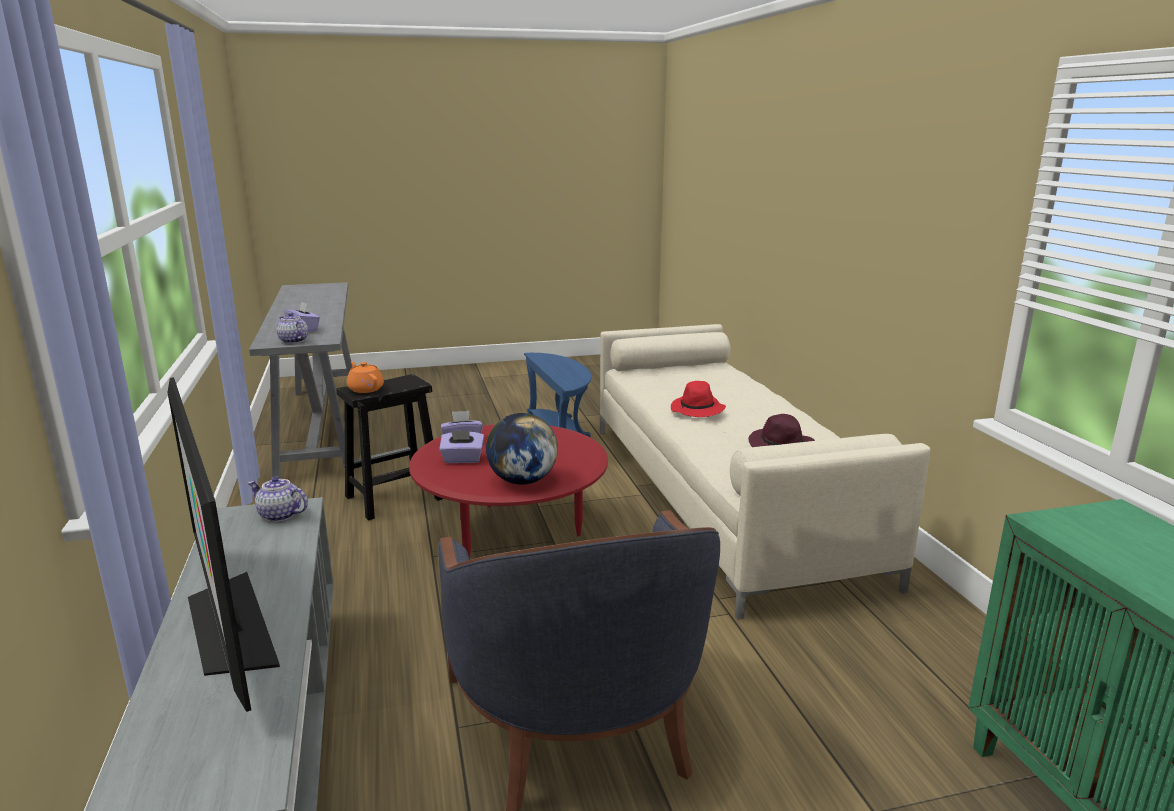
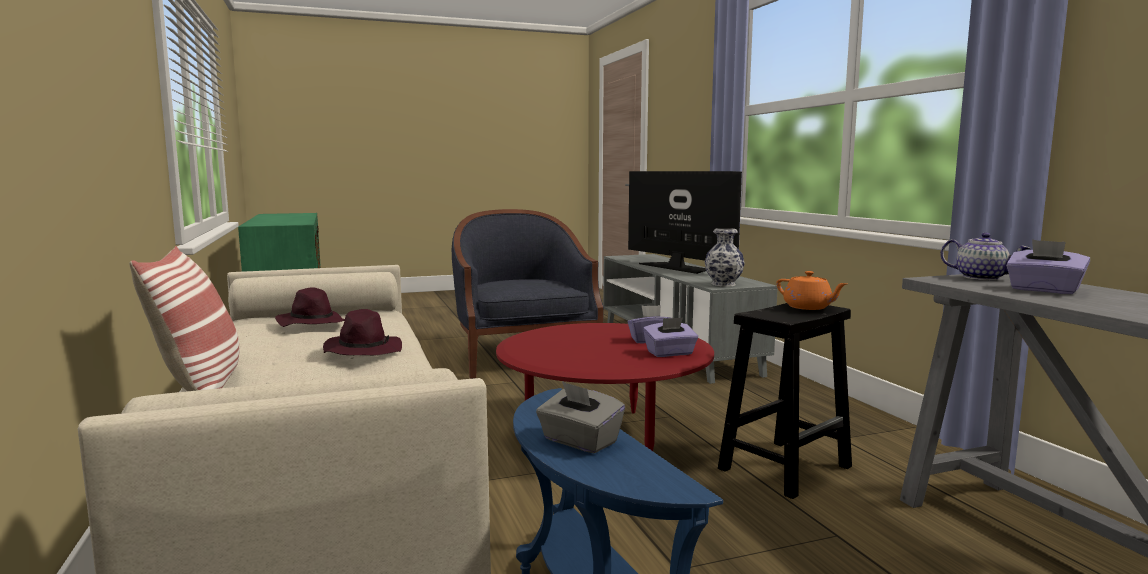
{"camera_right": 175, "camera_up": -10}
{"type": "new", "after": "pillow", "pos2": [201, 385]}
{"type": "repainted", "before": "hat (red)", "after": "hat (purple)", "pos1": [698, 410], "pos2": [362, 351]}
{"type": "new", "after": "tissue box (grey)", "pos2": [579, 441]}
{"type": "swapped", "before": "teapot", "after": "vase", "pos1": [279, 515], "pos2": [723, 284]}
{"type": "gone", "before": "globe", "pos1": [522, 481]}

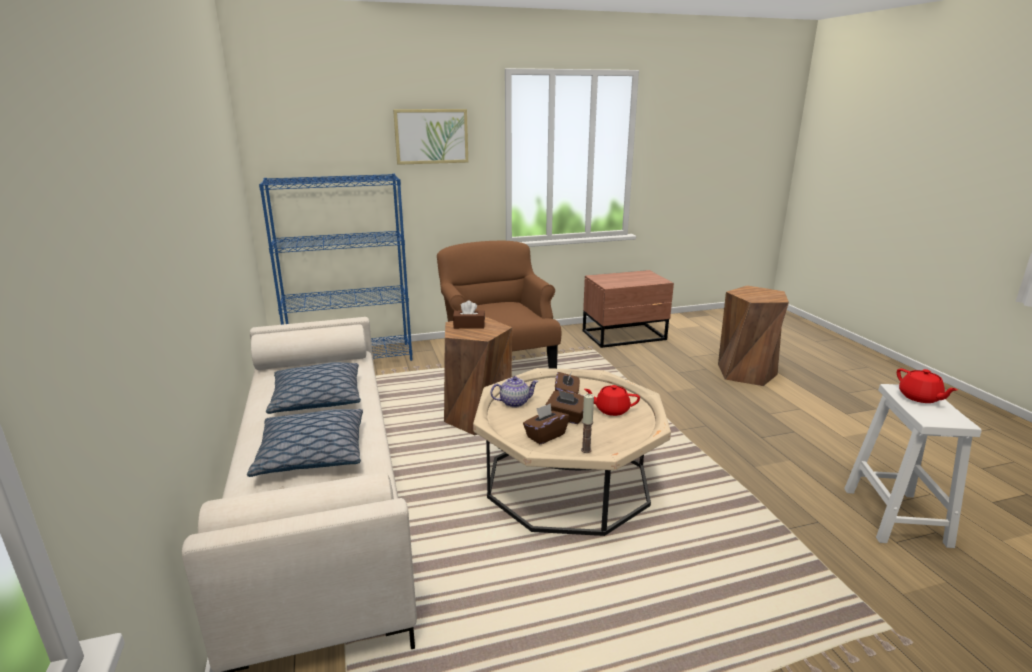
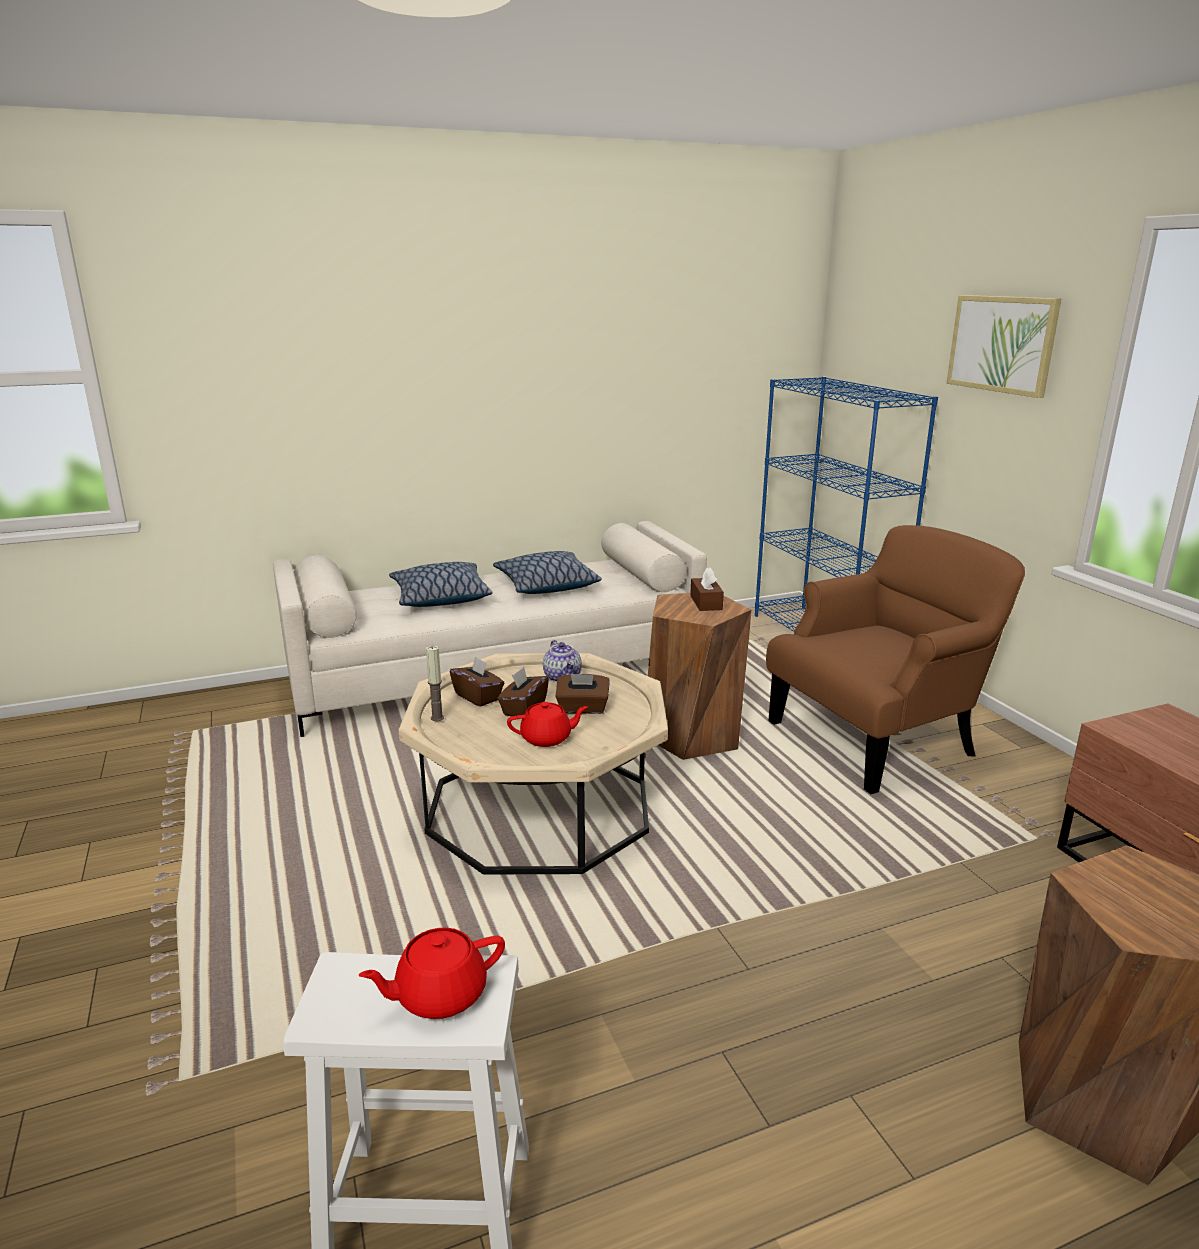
{"camera_right": 85, "camera_up": 0}
{"type": "rotated", "before": "teapot (red)", "pos1": [611, 410], "pos2": [547, 738], "turn": 75}

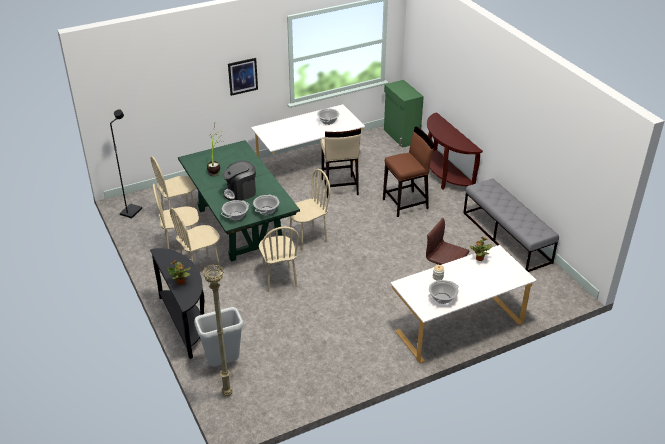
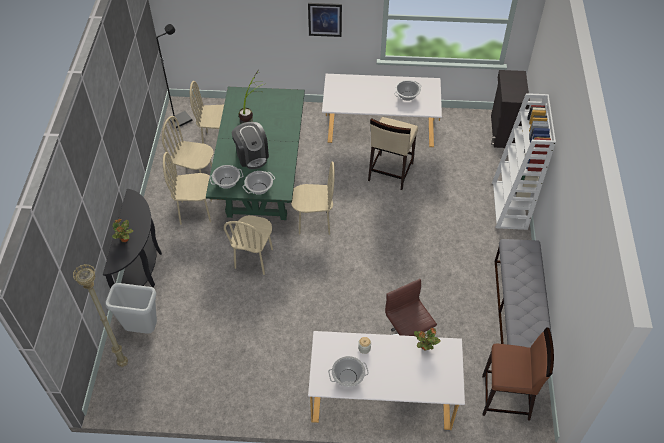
{"camera_right": 30, "camera_up": 15}
{"type": "rotated", "before": "coffee machine", "pos1": [240, 193], "pos2": [252, 155], "turn": -120}
{"type": "shifted", "before": "stool (brown)", "pos1": [406, 204], "pos2": [506, 398]}
{"type": "repainted", "before": "cabinet (green)", "after": "cabinet (black)", "pos1": [401, 136], "pos2": [503, 132]}
{"type": "swapped", "before": "console table (brown)", "after": "bookcase (white)", "pos1": [444, 177], "pos2": [510, 206]}

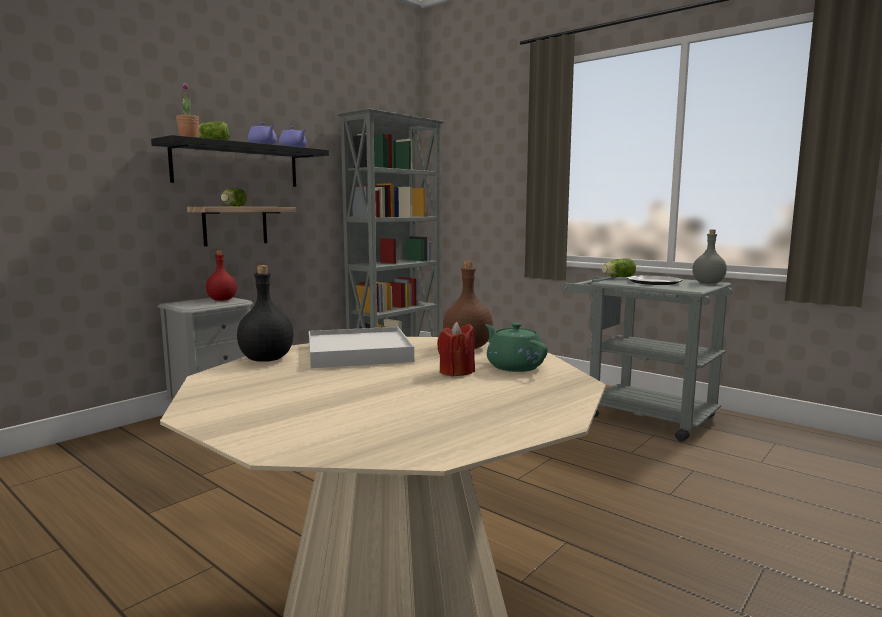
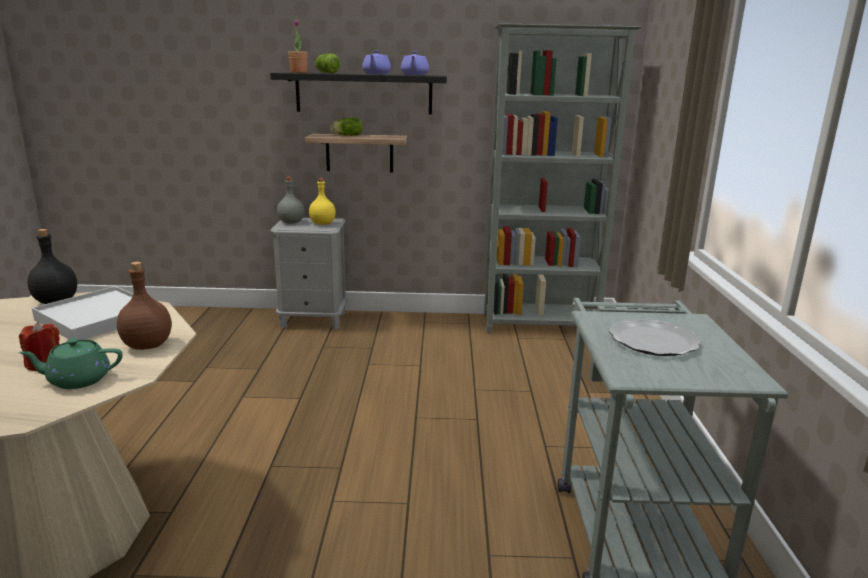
{"camera_right": 50, "camera_up": 10}
{"type": "rotated", "before": "teapot (green)", "pos1": [514, 366], "pos2": [77, 380], "turn": -120}
{"type": "shifted", "before": "bottle (grey)", "pos1": [708, 283], "pos2": [290, 222]}
{"type": "repainted", "before": "bottle (red)", "after": "bottle (yellow)", "pos1": [222, 300], "pos2": [322, 223]}
{"type": "gone", "before": "lettuce", "pos1": [617, 277]}

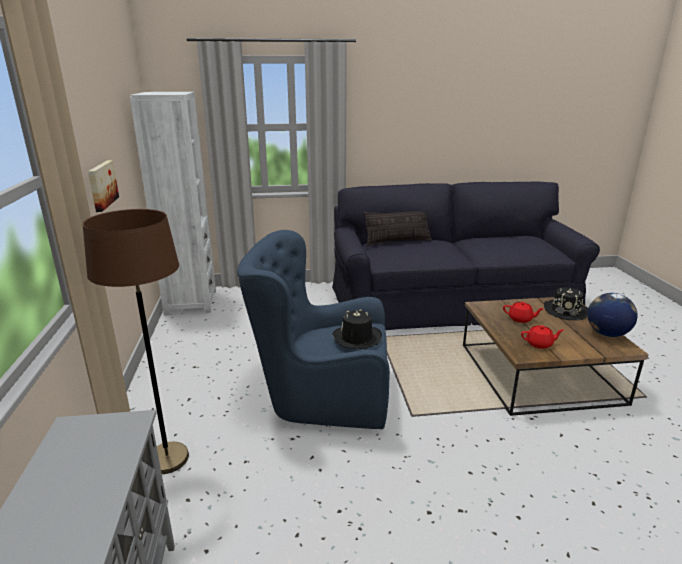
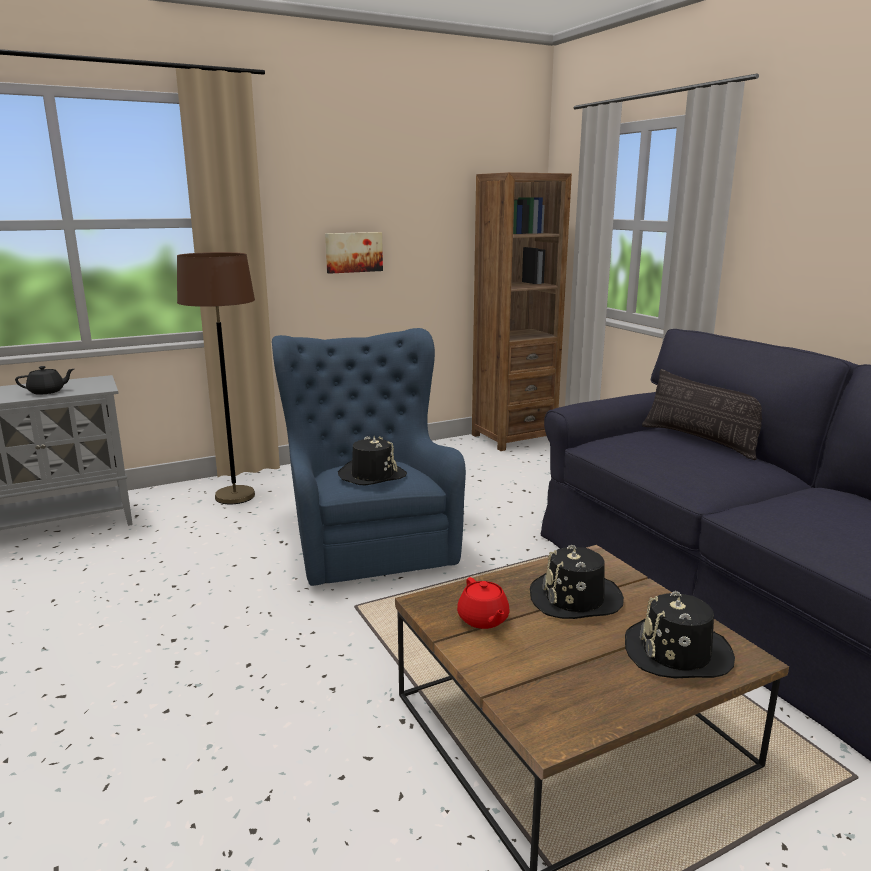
{"camera_right": 70, "camera_up": -5}
{"type": "new", "after": "teapot (black)", "pos2": [47, 391]}
{"type": "repainted", "before": "bookcase (white)", "after": "bookcase (brown)", "pos1": [191, 302], "pos2": [513, 438]}
{"type": "swapped", "before": "teapot (red)", "after": "hat (black)", "pos1": [521, 319], "pos2": [575, 599]}
{"type": "gone", "before": "globe", "pos1": [607, 334]}

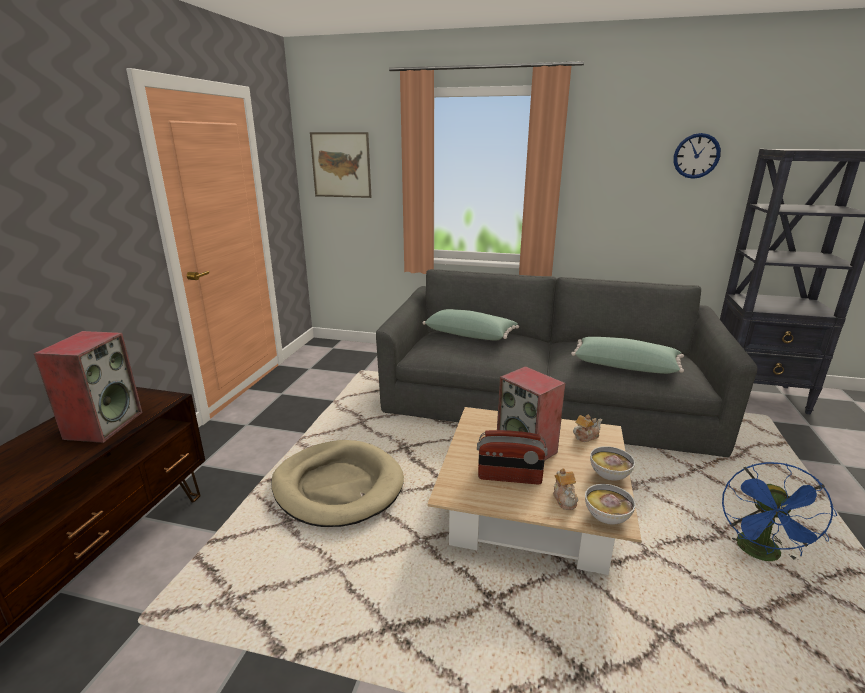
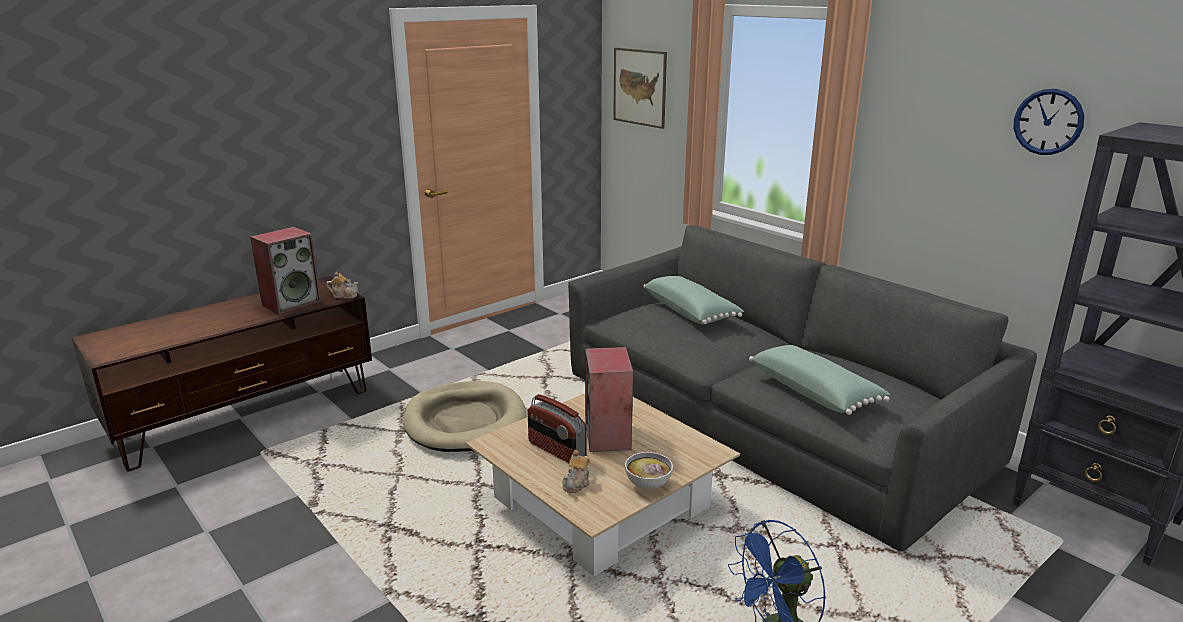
{"camera_right": 35, "camera_up": 0}
{"type": "shifted", "before": "teapot", "pos1": [585, 436], "pos2": [344, 295]}
{"type": "gone", "before": "bowl", "pos1": [606, 518]}

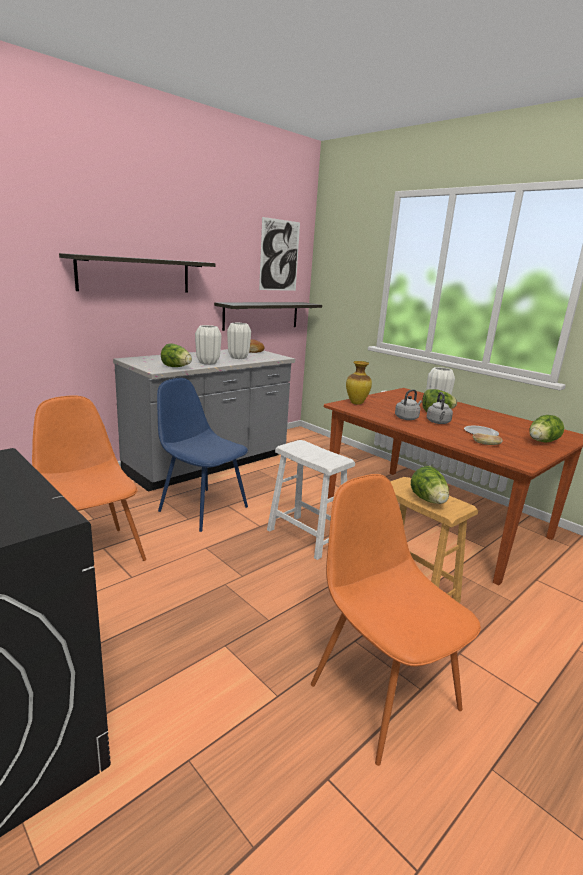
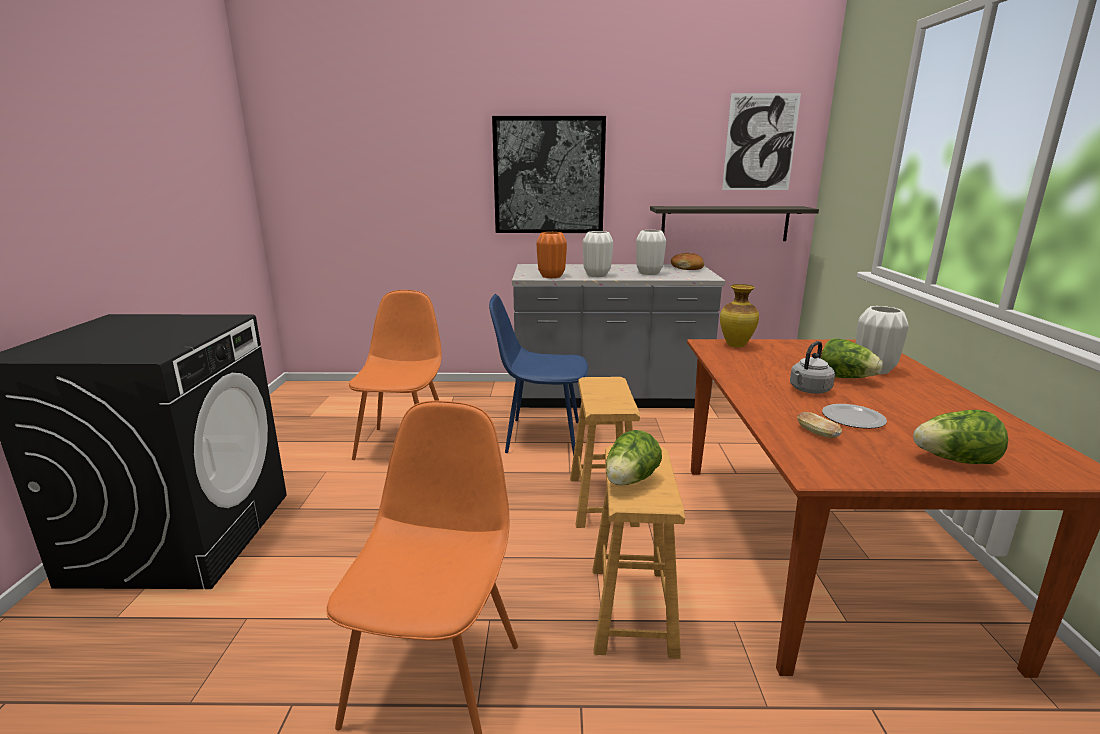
{"camera_right": 45, "camera_up": 0}
{"type": "rotated", "before": "chair (blue)", "pos1": [202, 508], "pos2": [540, 436], "turn": -75}
{"type": "swapped", "before": "shelf", "after": "picture", "pos1": [135, 275], "pos2": [549, 176]}
{"type": "swapped", "before": "lettuce", "after": "vase (orange)", "pos1": [176, 367], "pos2": [551, 276]}
{"type": "repainted", "before": "stool (white)", "after": "stool (brown)", "pos1": [306, 536], "pos2": [602, 501]}
{"type": "gone", "before": "kettle (grey)", "pos1": [407, 418]}

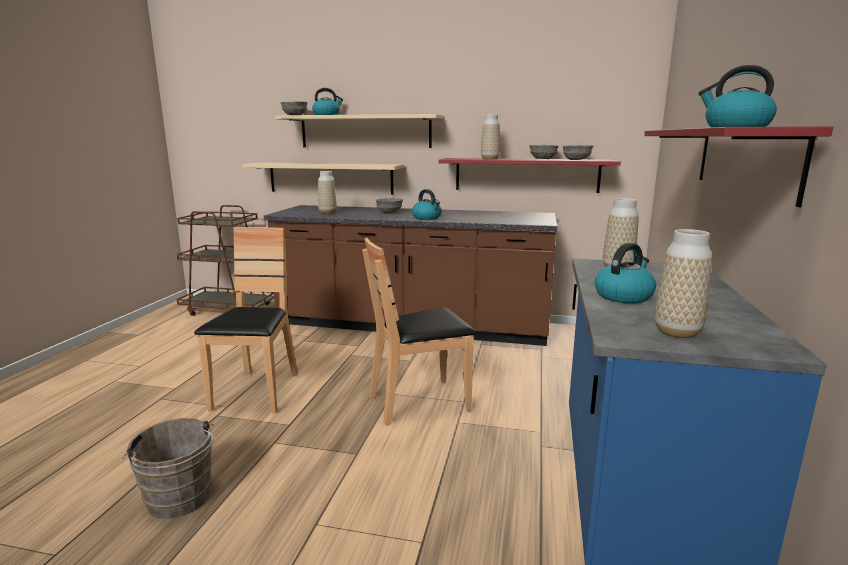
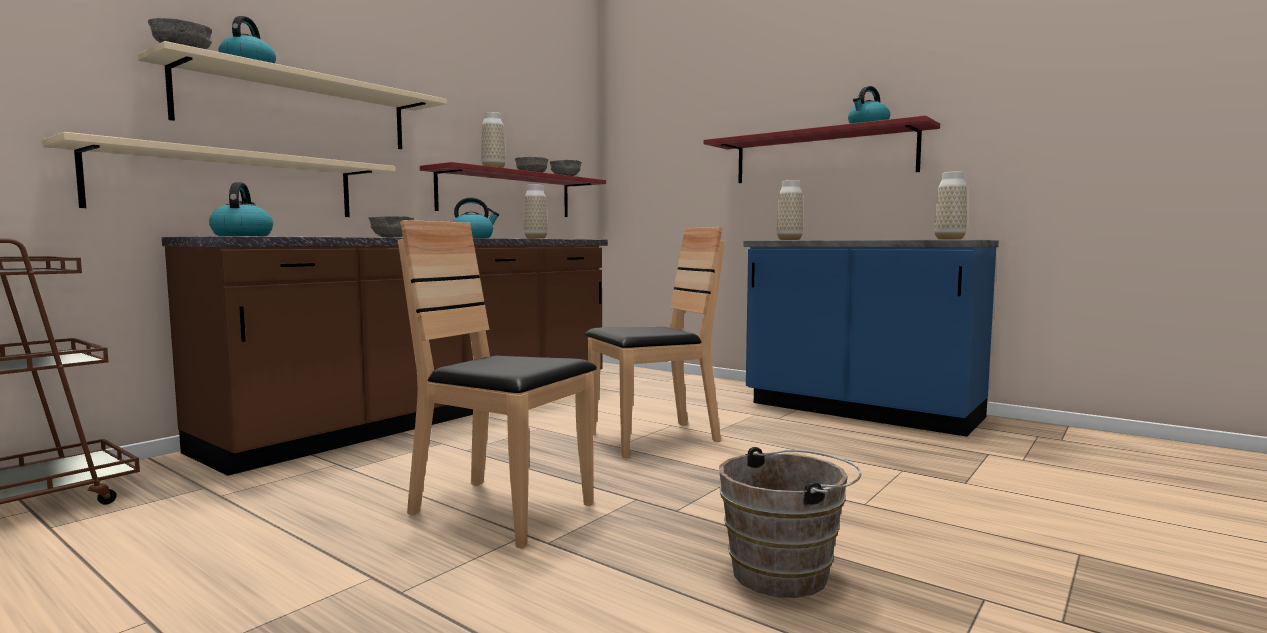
{"camera_right": -65, "camera_up": -10}
{"type": "shifted", "before": "kettle", "pos1": [623, 296], "pos2": [242, 235]}
{"type": "shifted", "before": "vase", "pos1": [327, 212], "pos2": [535, 238]}
{"type": "rotated", "before": "chair (brown)", "pos1": [419, 402], "pos2": [653, 439], "turn": -120}

